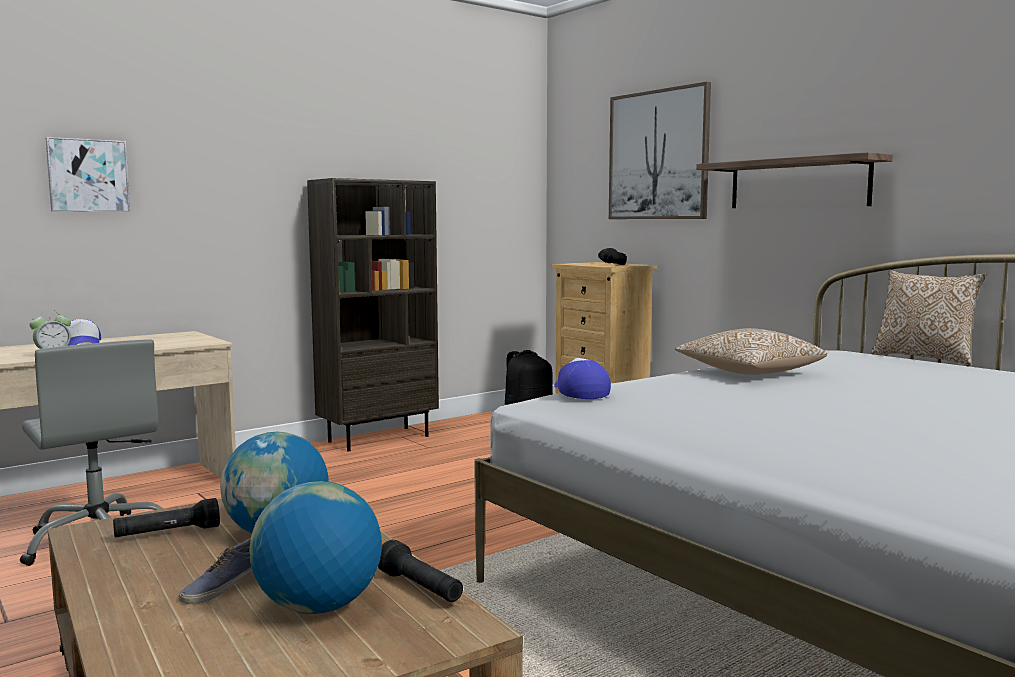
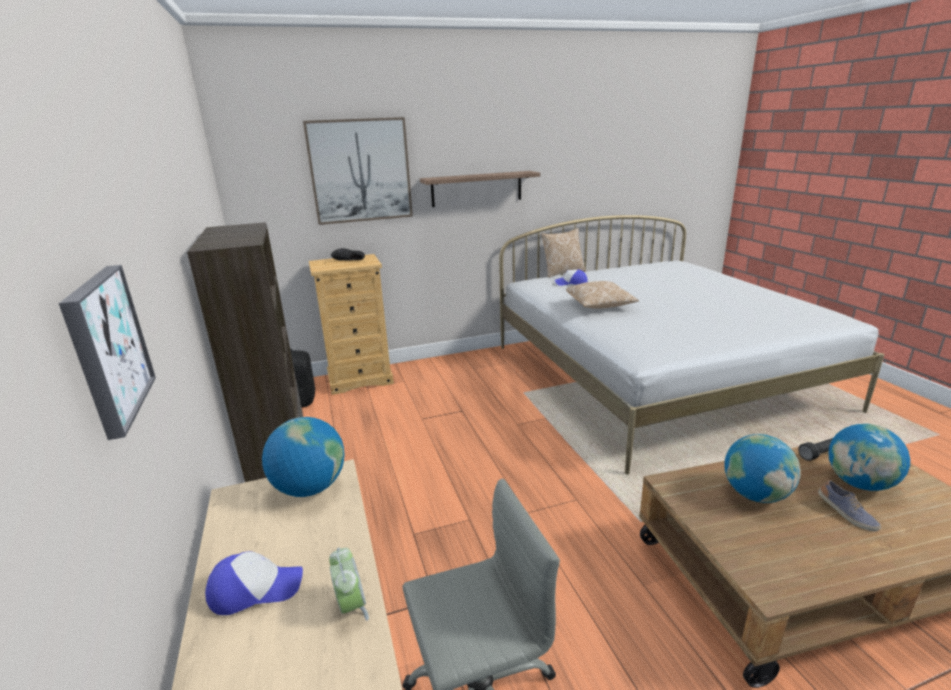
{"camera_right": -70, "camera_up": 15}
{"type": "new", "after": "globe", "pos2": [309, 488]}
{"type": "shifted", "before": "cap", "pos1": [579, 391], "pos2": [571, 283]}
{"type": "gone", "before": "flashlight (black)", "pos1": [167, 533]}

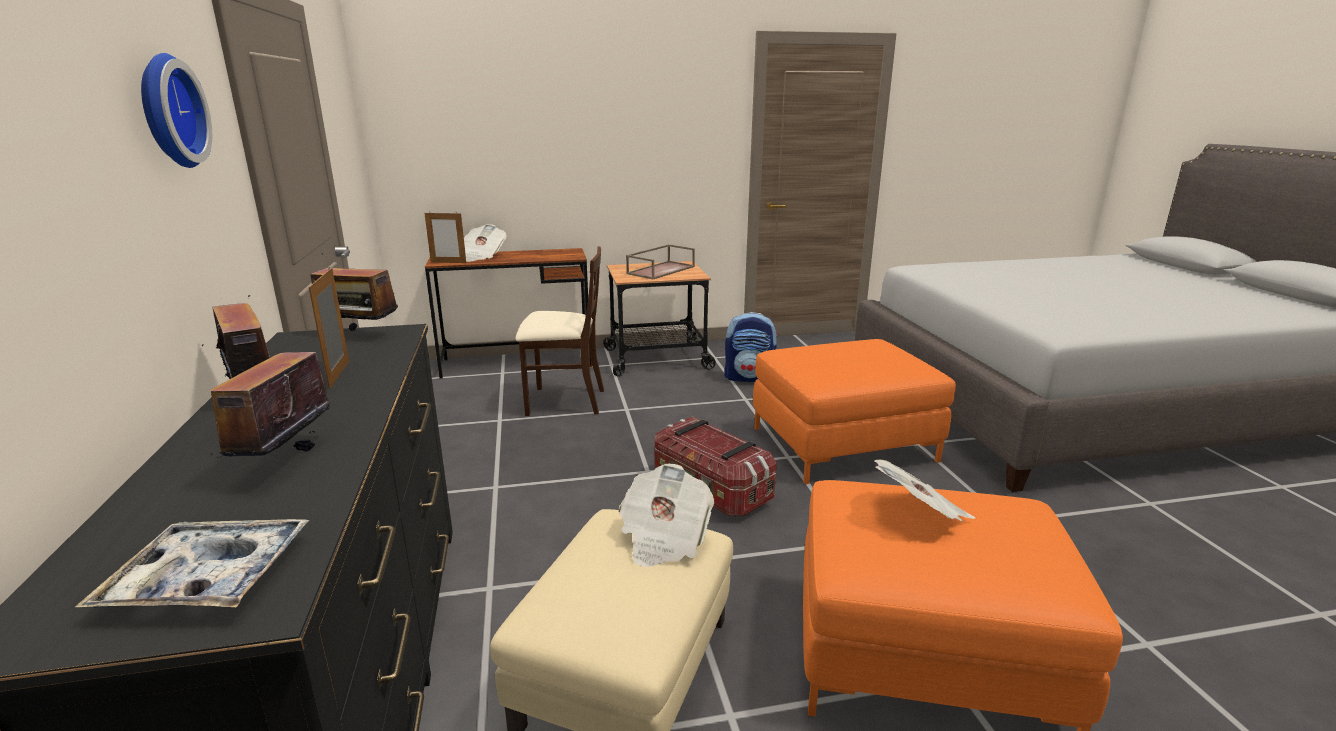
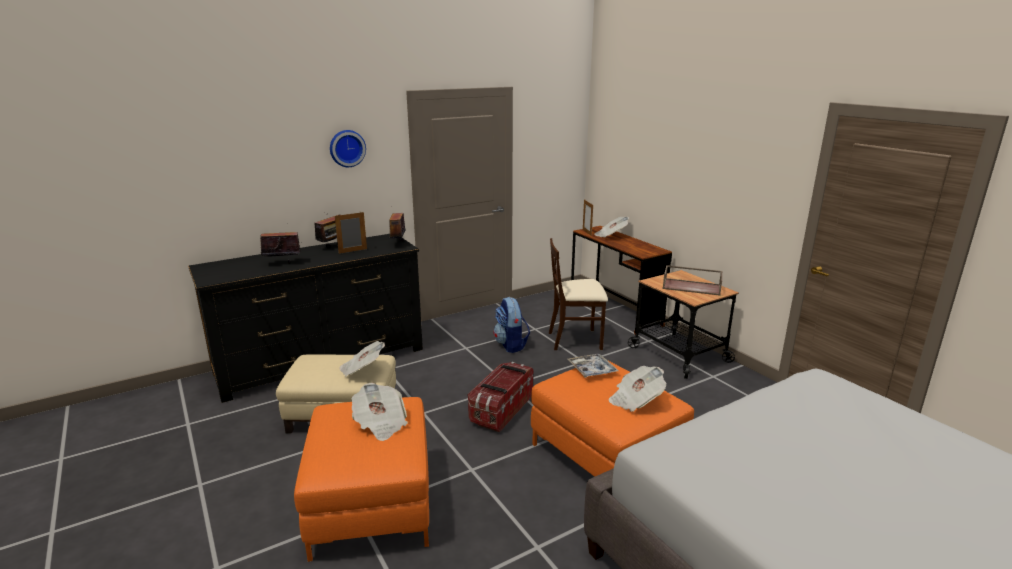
{"camera_right": 70, "camera_up": 0}
{"type": "shifted", "before": "backpack", "pos1": [750, 377], "pos2": [511, 345]}
{"type": "rotated", "before": "chair (beige)", "pos1": [564, 401], "pos2": [575, 340], "turn": 105}
{"type": "shifted", "before": "tray", "pos1": [209, 577], "pos2": [592, 370]}
{"type": "new", "after": "newspaper", "pos2": [635, 400]}

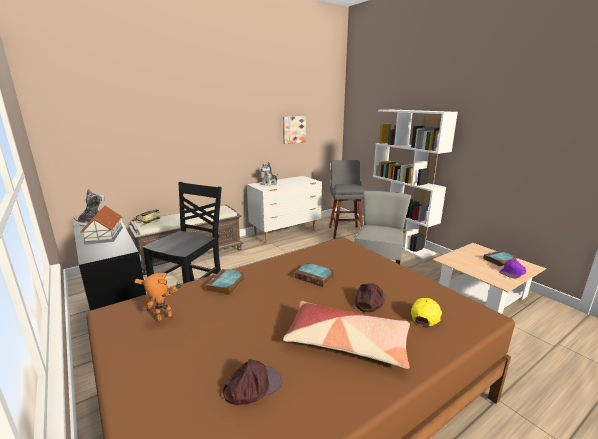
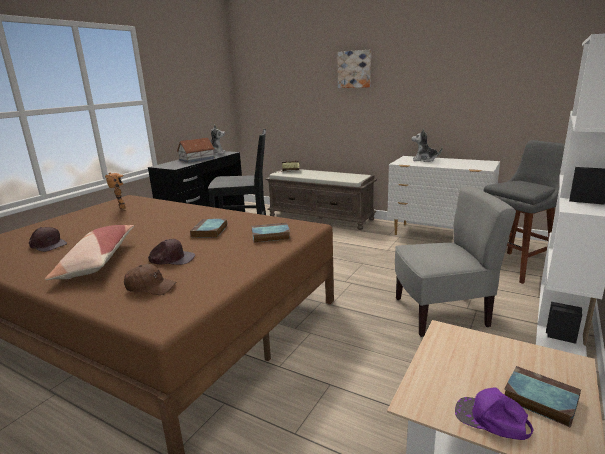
{"camera_right": 65, "camera_up": 0}
{"type": "repainted", "before": "cap (yellow)", "after": "cap (brown)", "pos1": [426, 316], "pos2": [150, 287]}
{"type": "shifted", "before": "book", "pos1": [226, 285], "pos2": [270, 236]}
{"type": "shifted", "before": "picture", "pos1": [293, 129], "pos2": [354, 69]}

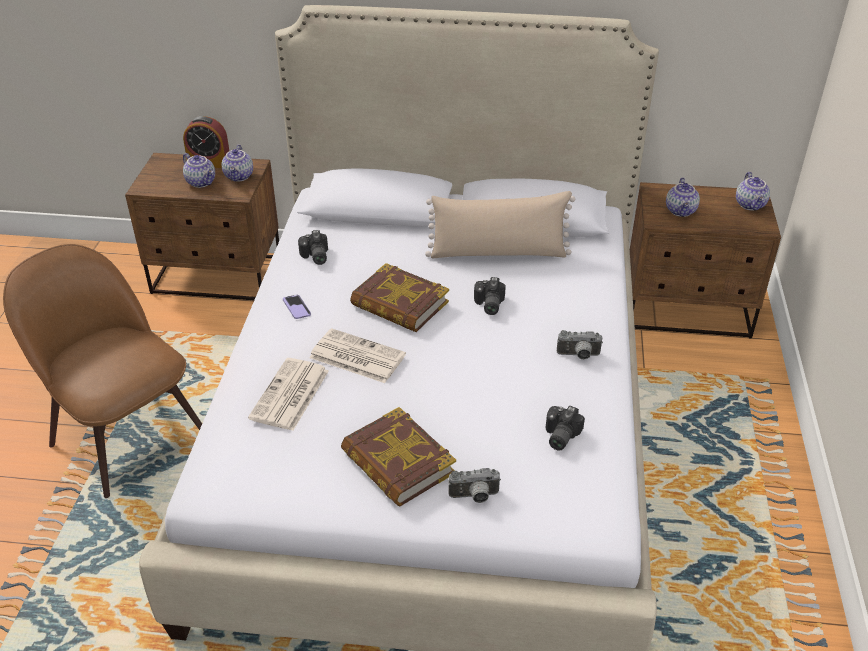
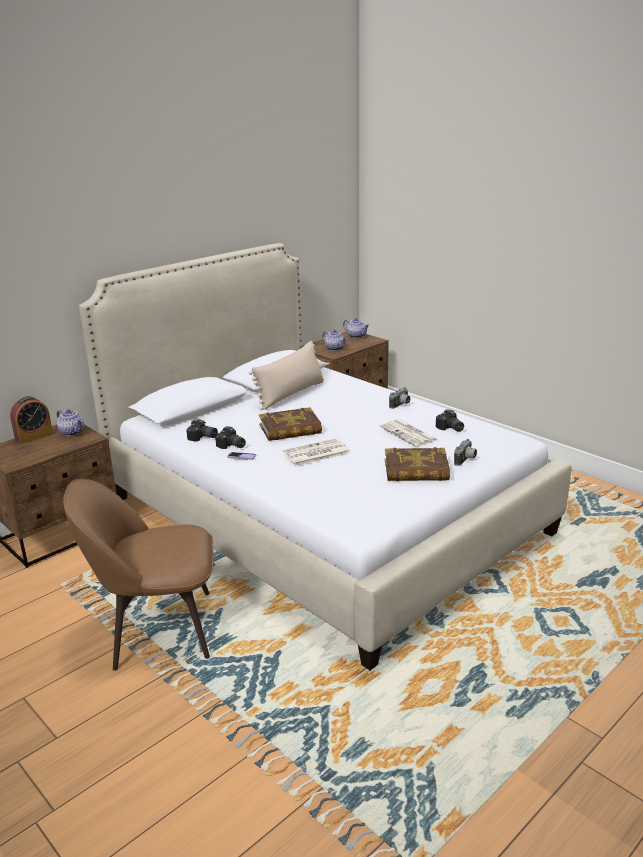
{"camera_right": -50, "camera_up": -15}
{"type": "shifted", "before": "photo camera", "pos1": [488, 305], "pos2": [231, 446]}
{"type": "shifted", "before": "newspaper", "pos1": [290, 395], "pos2": [409, 434]}
{"type": "gone", "before": "teapot", "pos1": [202, 182]}

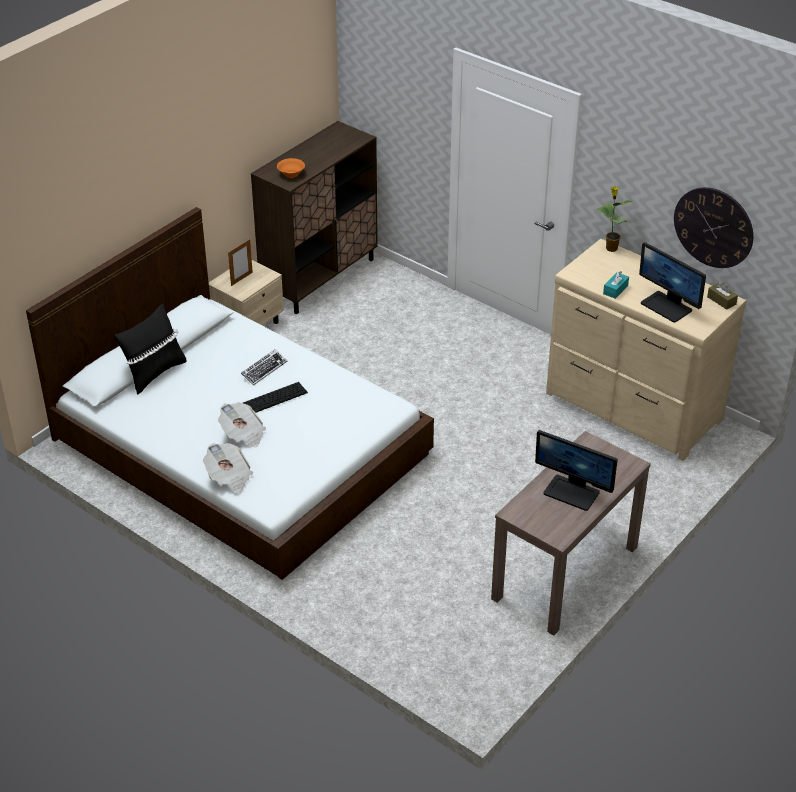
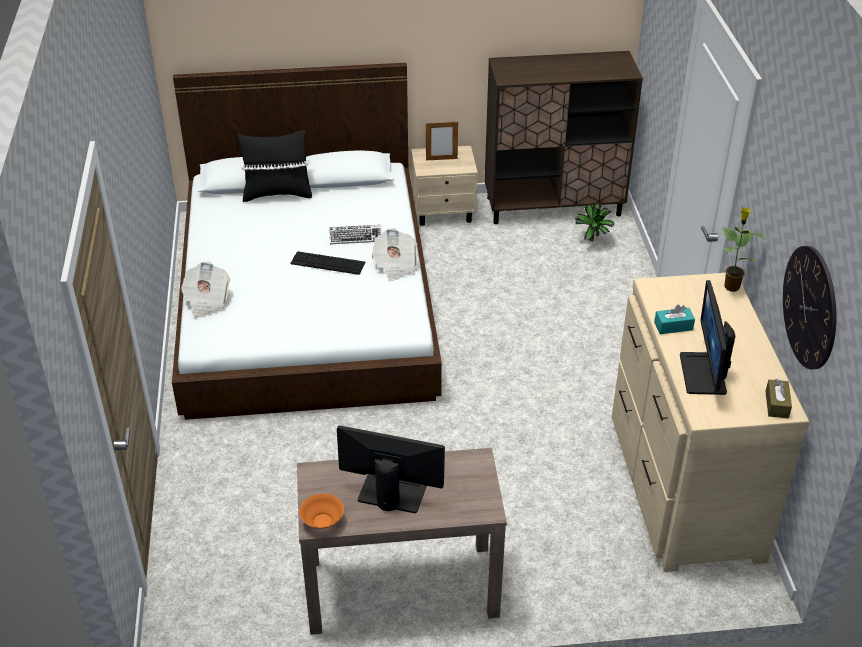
{"camera_right": 45, "camera_up": 0}
{"type": "shifted", "before": "bowl (orange)", "pos1": [291, 174], "pos2": [322, 520]}
{"type": "rotated", "before": "monitor", "pos1": [572, 492], "pos2": [391, 493], "turn": 120}
{"type": "shifted", "before": "newspaper", "pos1": [243, 434], "pos2": [395, 265]}
{"type": "new", "after": "potted plant", "pos2": [593, 241]}

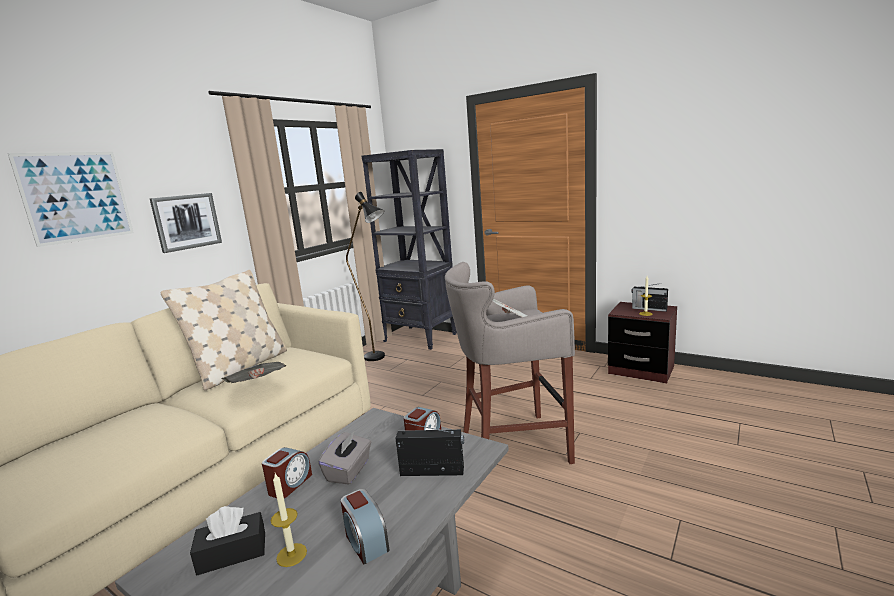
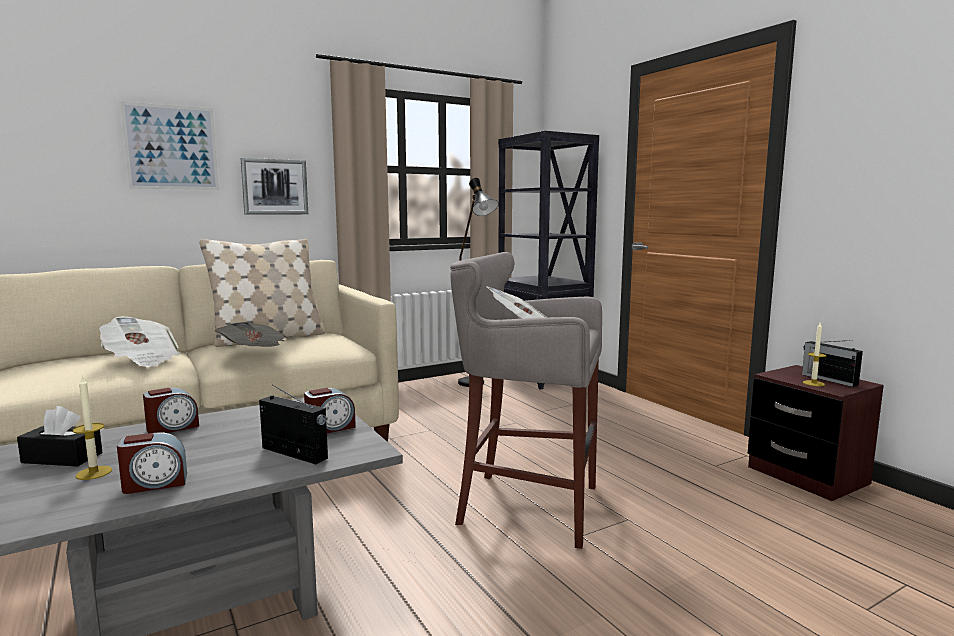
{"camera_right": 25, "camera_up": -5}
{"type": "new", "after": "newspaper", "pos2": [142, 360]}
{"type": "rotated", "before": "alarm clock", "pos1": [366, 542], "pos2": [155, 484], "turn": -105}
{"type": "gone", "before": "tissue box (grey)", "pos1": [349, 471]}

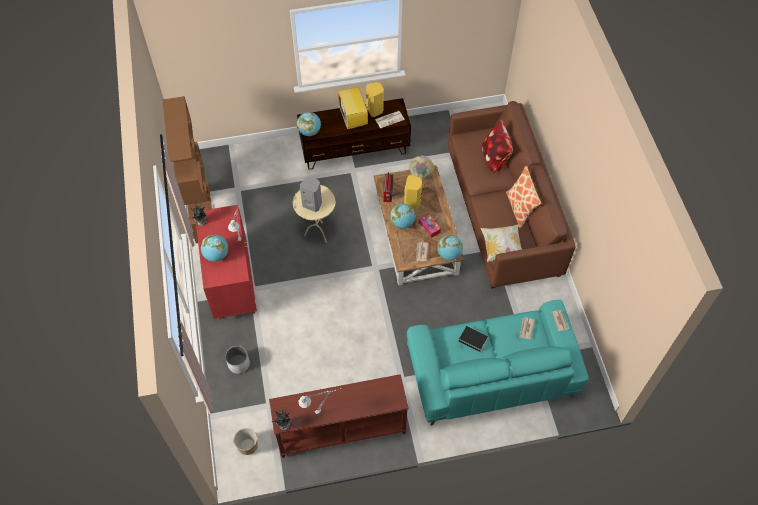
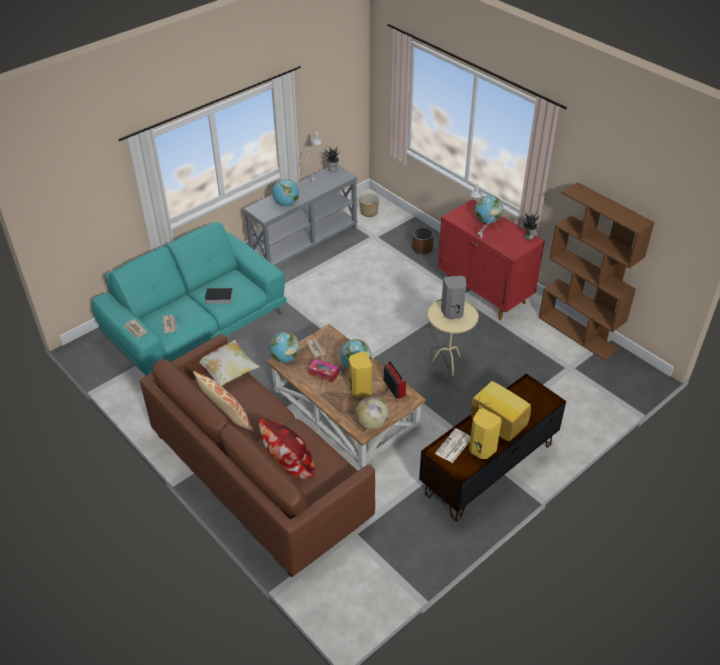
{"camera_right": 150, "camera_up": -15}
{"type": "repainted", "before": "console table (brown)", "after": "console table (grey)", "pos1": [341, 430], "pos2": [304, 244]}
{"type": "shifted", "before": "globe", "pos1": [309, 131], "pos2": [286, 204]}
{"type": "repainted", "before": "planter (white)", "after": "planter (brown)", "pos1": [238, 364], "pos2": [422, 248]}

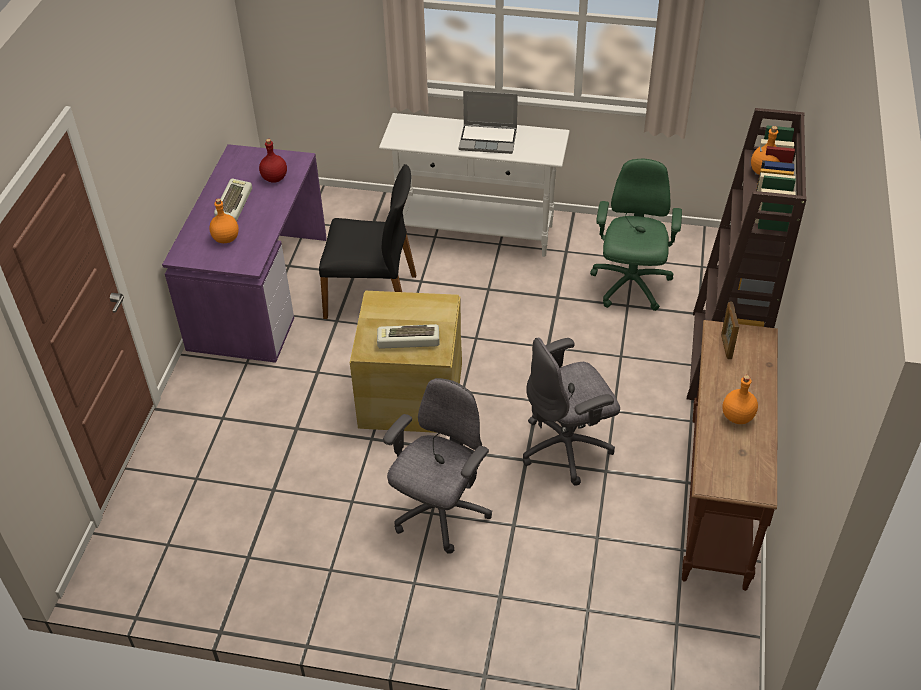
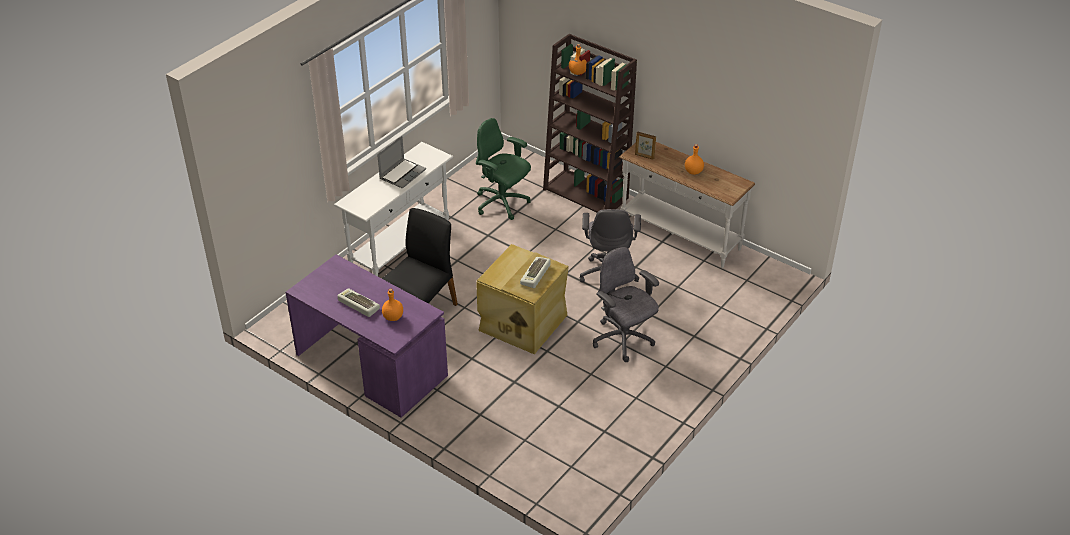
{"camera_right": -65, "camera_up": -5}
{"type": "repainted", "before": "console table (brown)", "after": "console table (white)", "pos1": [715, 499], "pos2": [679, 236]}
{"type": "gone", "before": "bottle (red)", "pos1": [274, 178]}

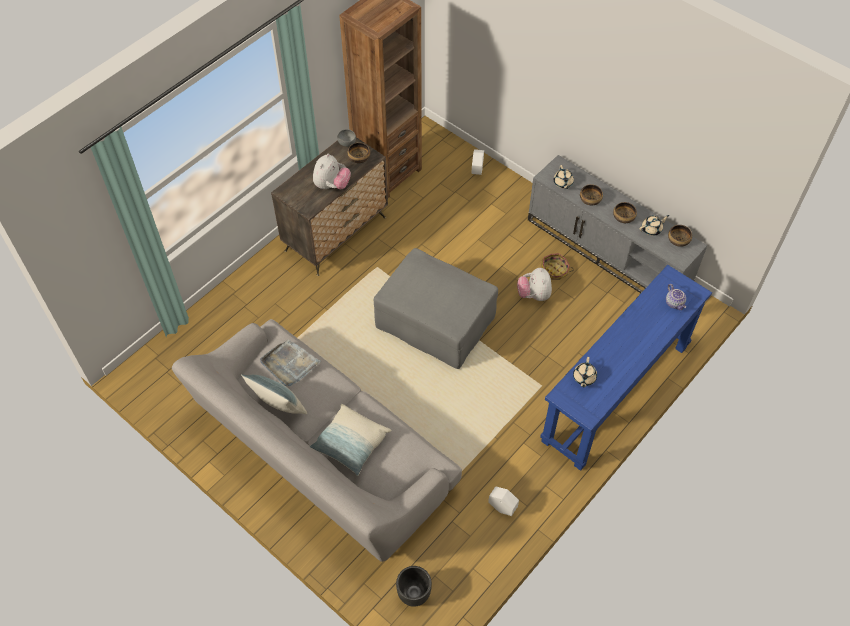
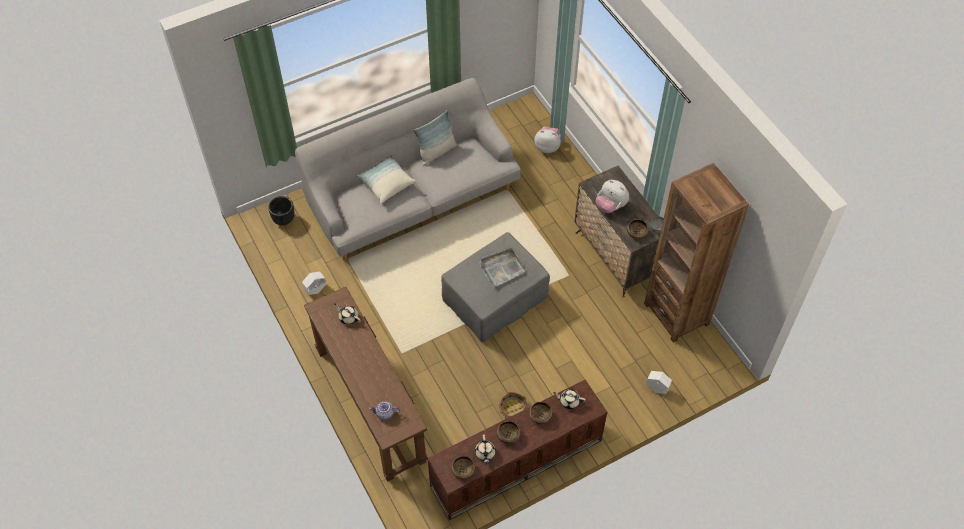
{"camera_right": 110, "camera_up": 0}
{"type": "repainted", "before": "console table (blue)", "after": "console table (brown)", "pos1": [615, 393], "pos2": [370, 404]}
{"type": "repainted", "before": "tv stand (grey)", "after": "tv stand (brown)", "pos1": [609, 252], "pos2": [516, 464]}
{"type": "shifted", "before": "tray (grey)", "pos1": [290, 364], "pos2": [501, 268]}
{"type": "shifted", "before": "plush toy", "pos1": [534, 295], "pos2": [547, 147]}

